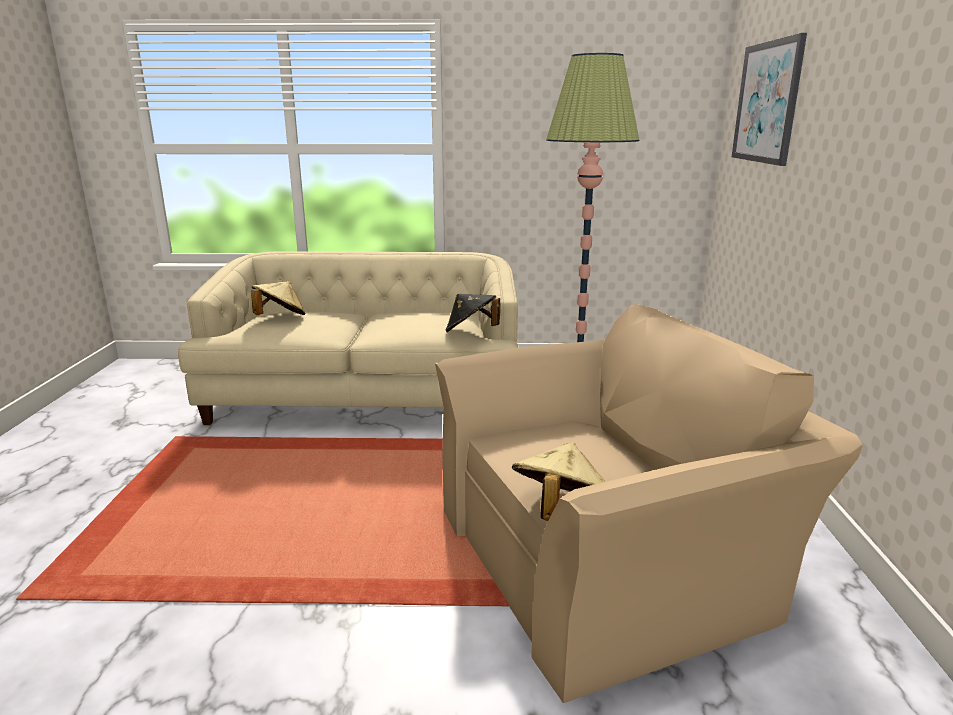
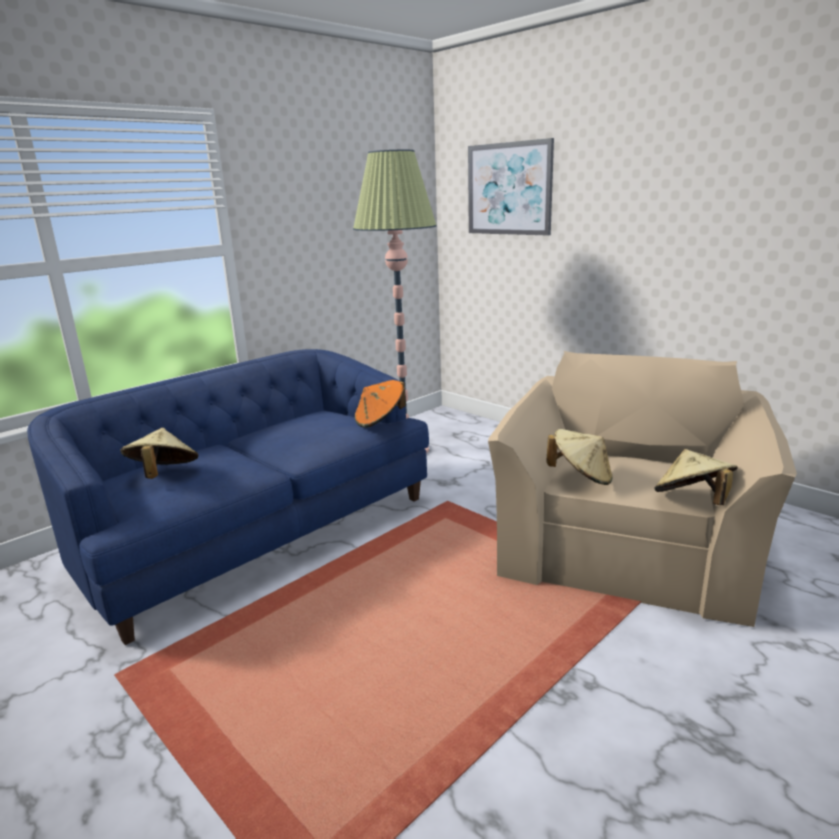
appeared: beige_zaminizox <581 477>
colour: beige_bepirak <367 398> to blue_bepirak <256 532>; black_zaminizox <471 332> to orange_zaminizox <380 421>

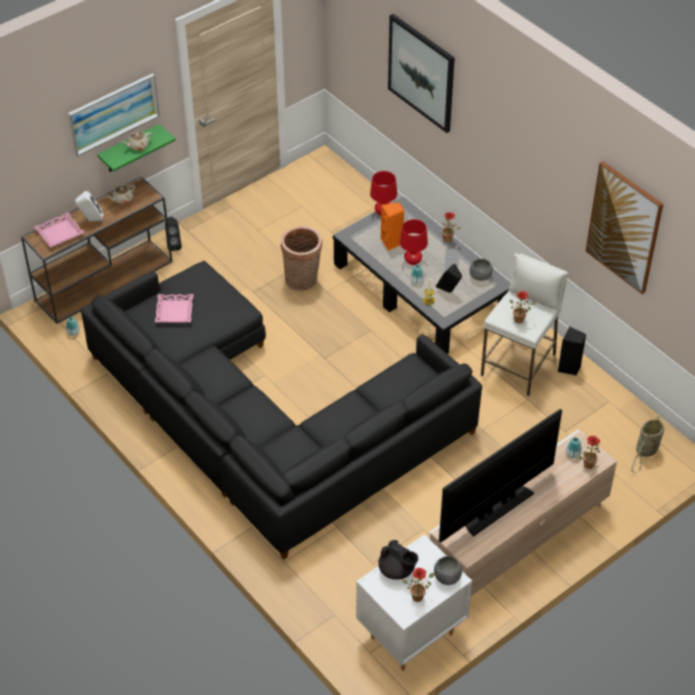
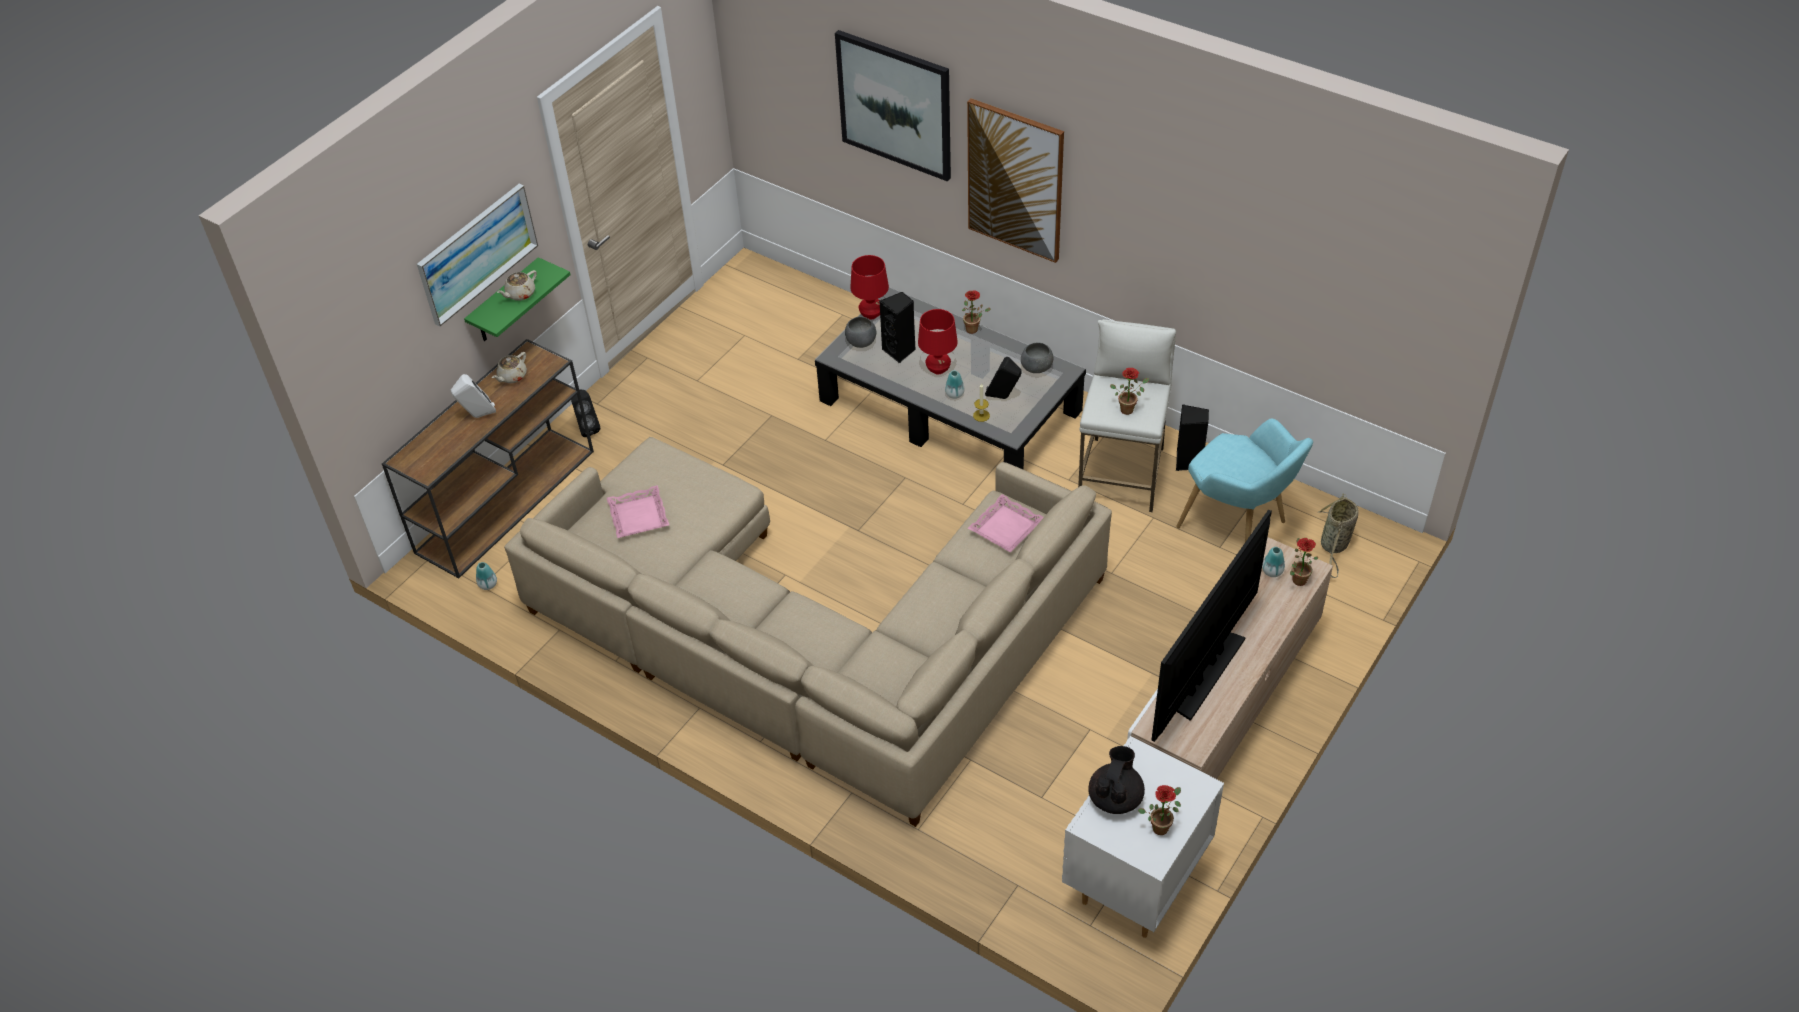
missing: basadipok <302 281>
appeared: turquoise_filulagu <1238 527>
relocated: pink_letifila <59 233> to <1005 527>; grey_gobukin <447 577> to <861 342>; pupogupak <624 227> to <1015 180>
colour: black_bepirak <263 421> to beige_bepirak <809 638>; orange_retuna <392 242> to black_retuna <900 351>
spun: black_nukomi <397 570> = <1115 797> 90 degrees counterclockwise

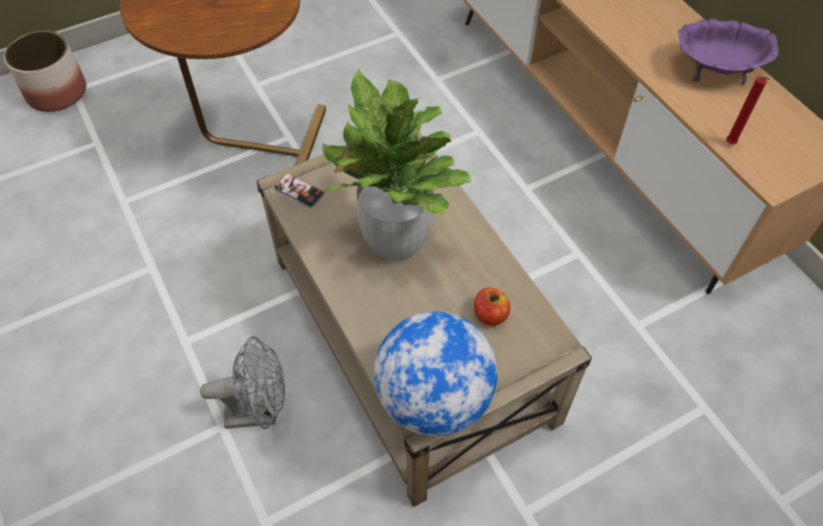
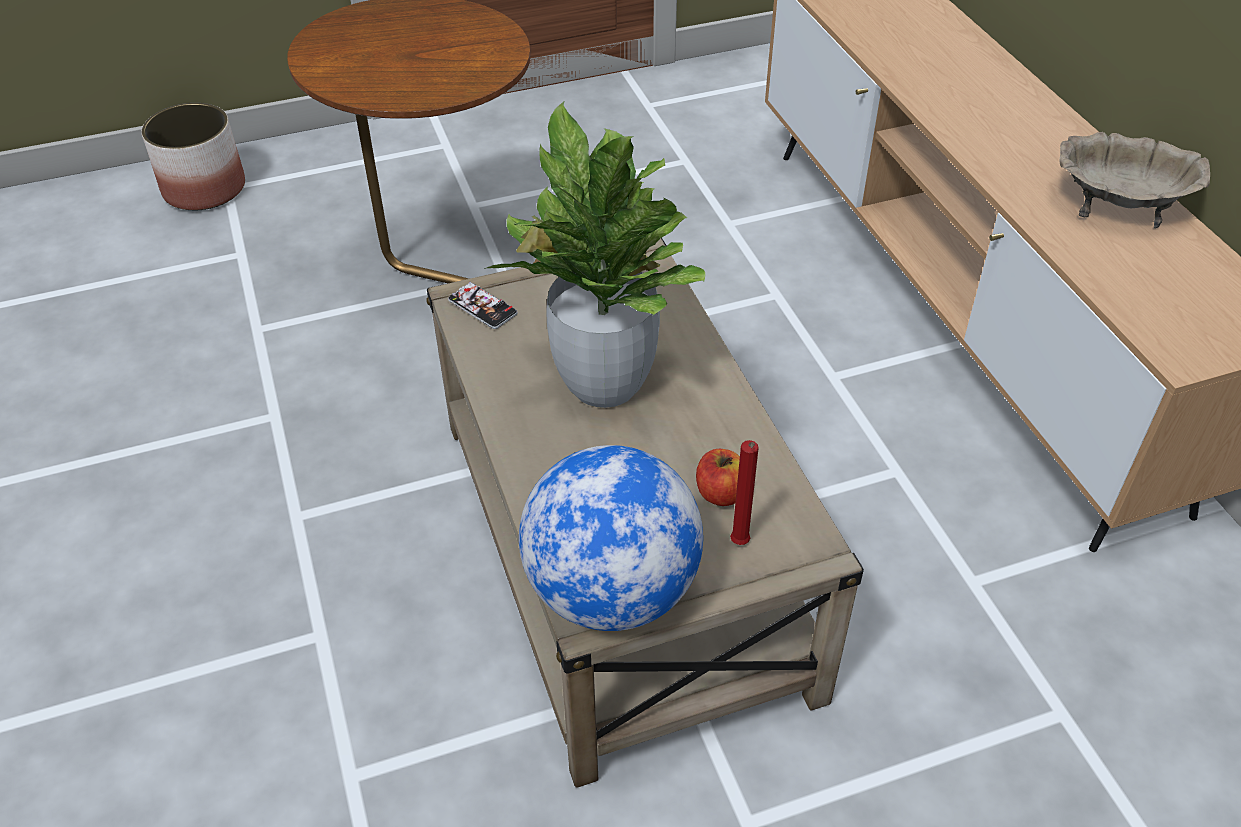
missing: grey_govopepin <260 411>
relocated: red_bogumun <730 145> to <739 545>
colour: purple_gobukin <716 69> to beige_gobukin <1119 206>

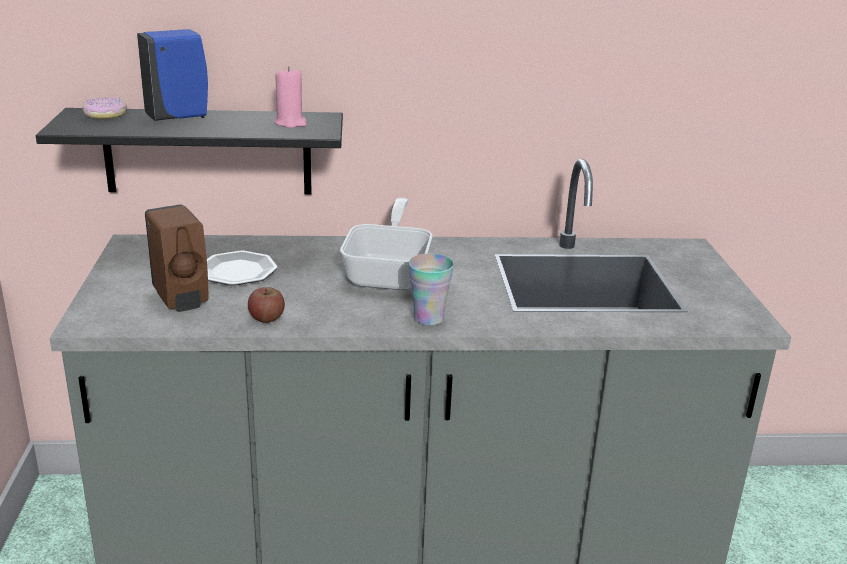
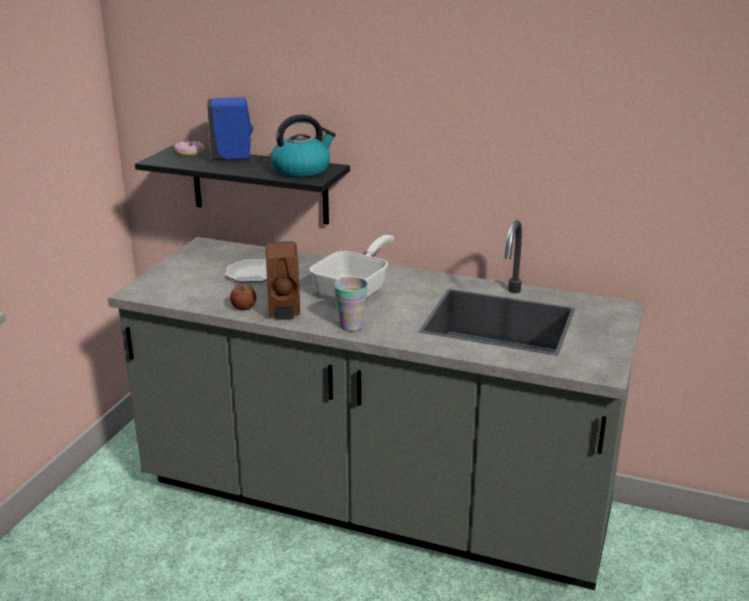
relocated: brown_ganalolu <181 300> to <284 311>
exchanged: pink_bogumun <290 123> to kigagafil <302 170>

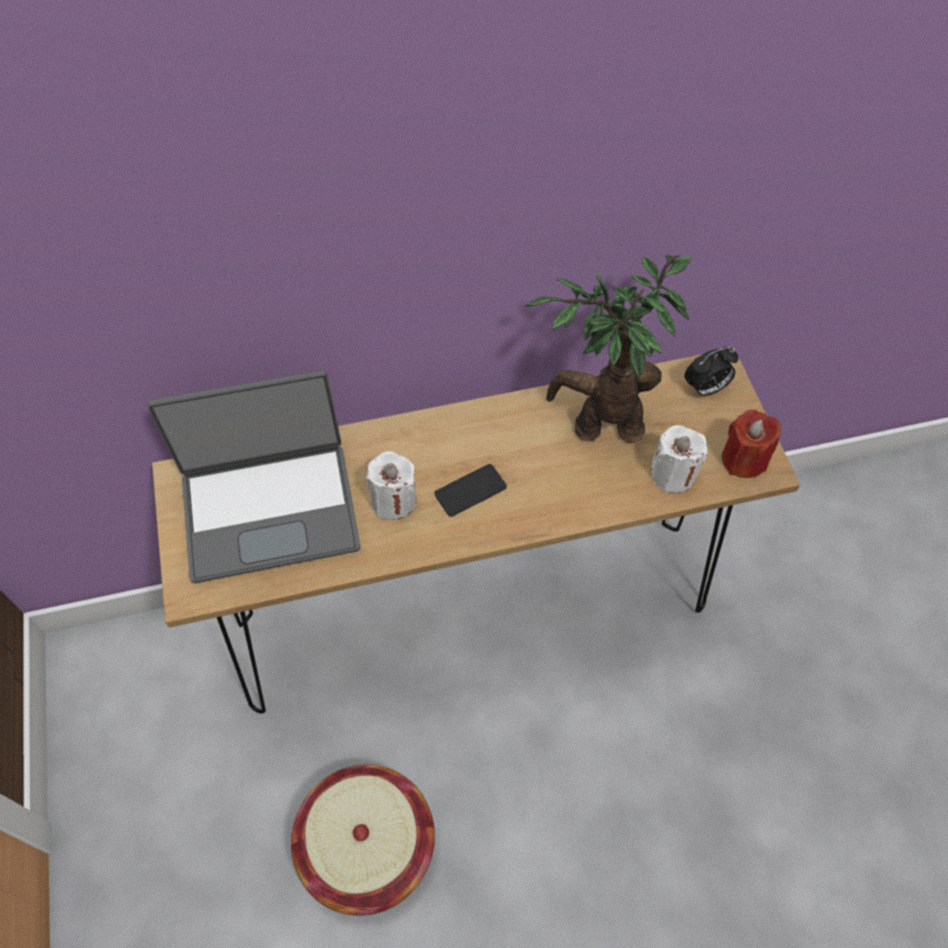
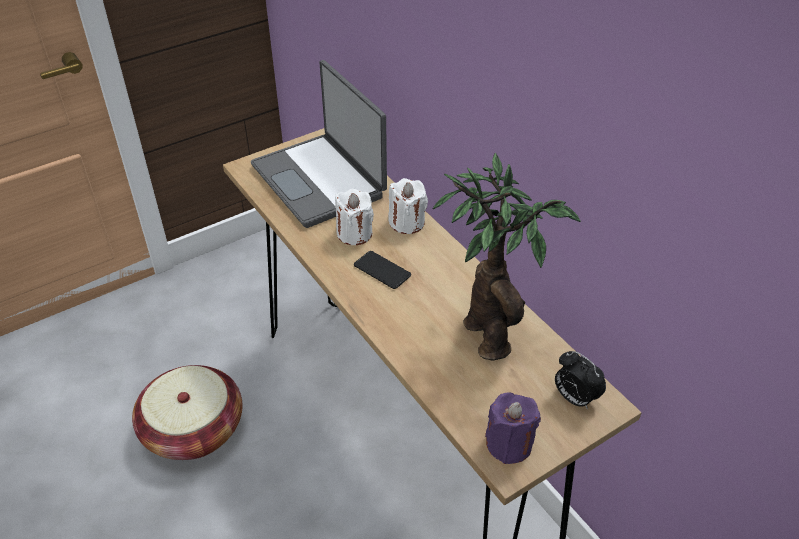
relocated: white_bogumun <673 474> to <407 222>
colour: red_bogumun <743 459> to purple_bogumun <509 444>

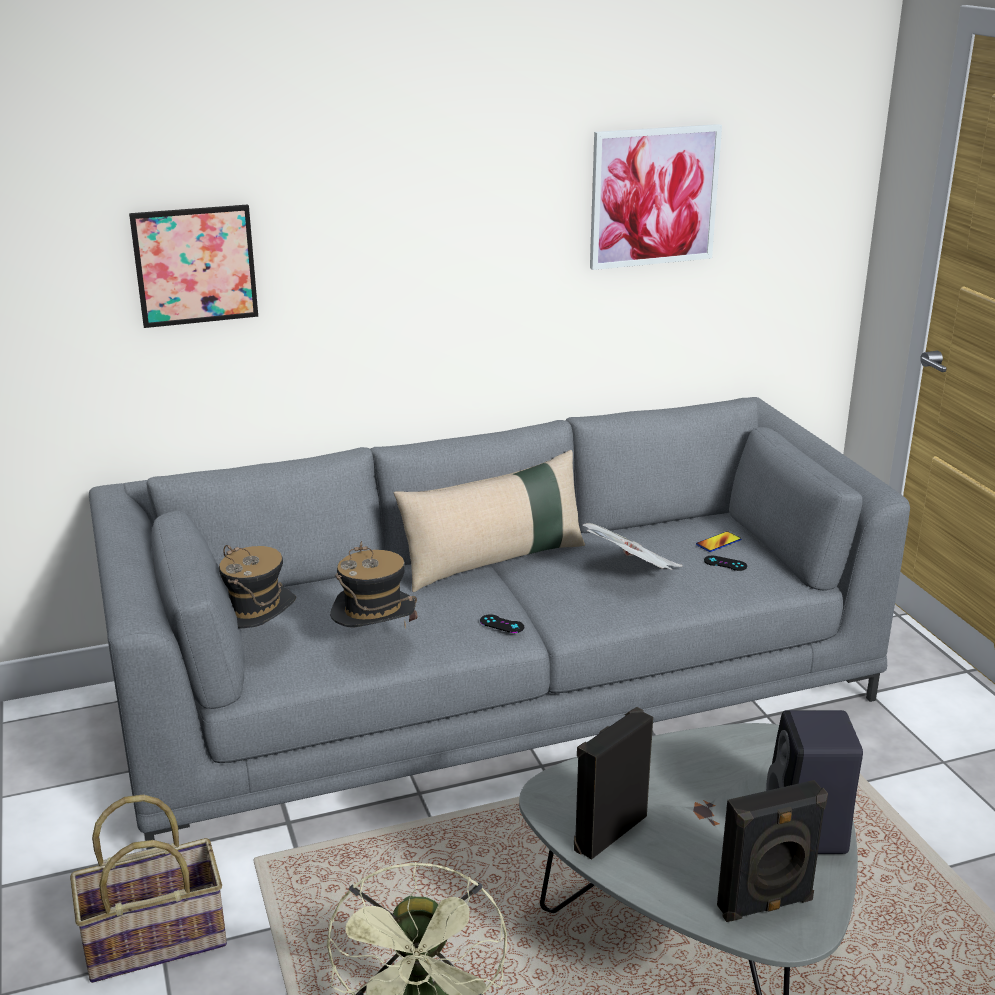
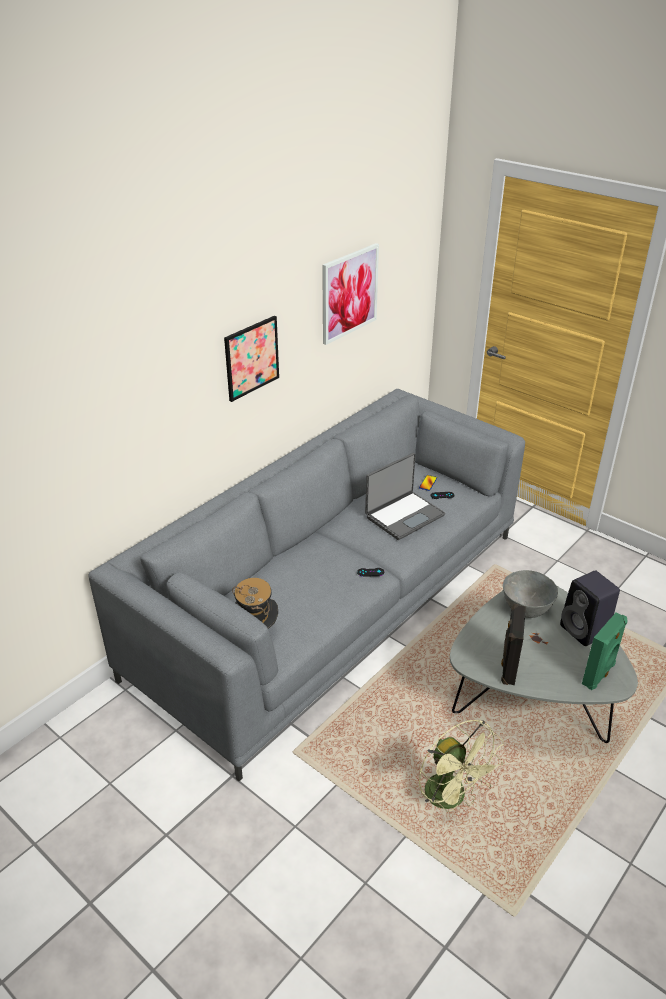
missing: basadipok <155 938>; zaminizox <375 645>; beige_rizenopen <494 561>
appeared: grey_gobukin <526 610>
relocated: pupogupak <195 265> to <251 358>
exchanged: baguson <632 571> to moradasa <404 515>
colour: black_retuna <766 905> to green_retuna <599 674>

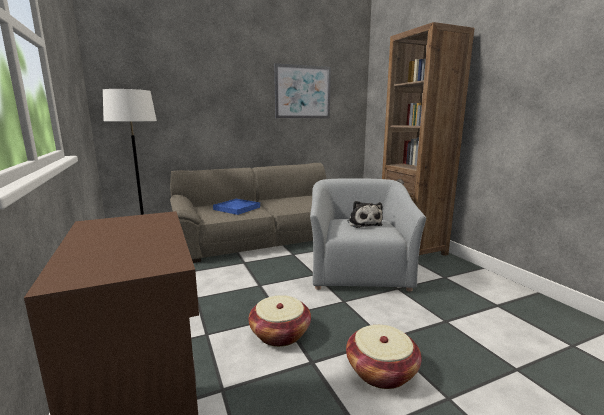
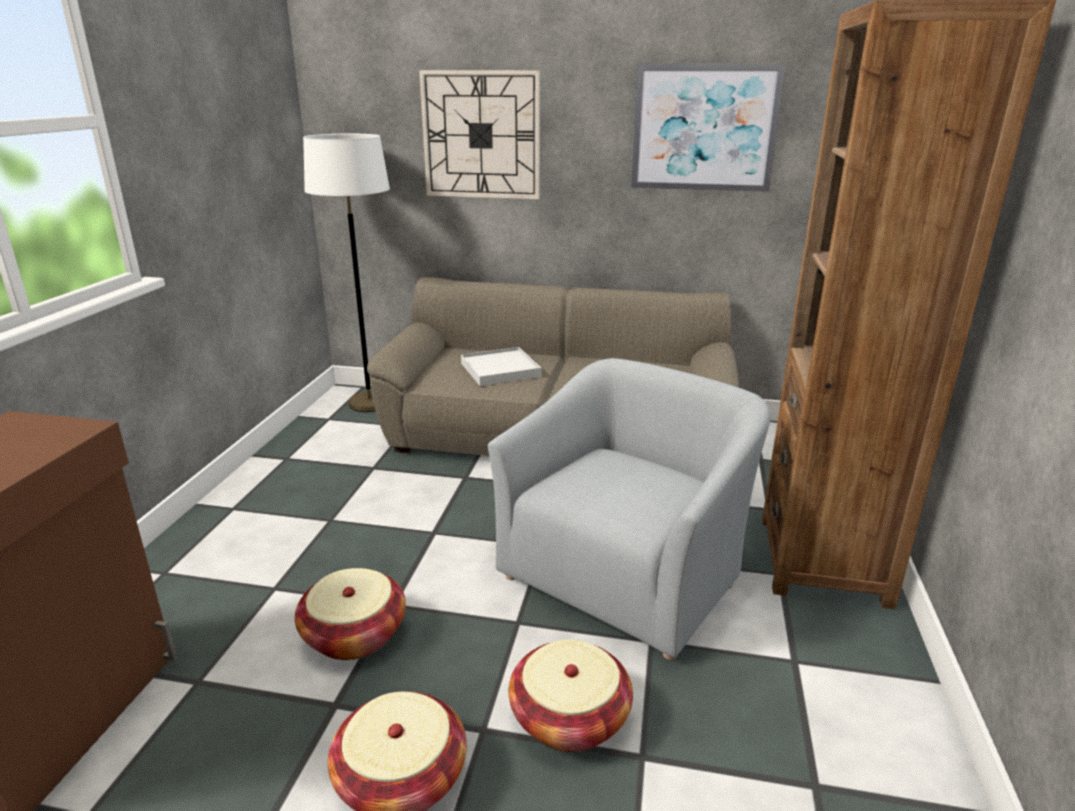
missing: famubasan <364 223>
appeared: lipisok <481 135>; basadipok <569 718>
colour: blue_letifila <237 208> to white_letifila <500 370>

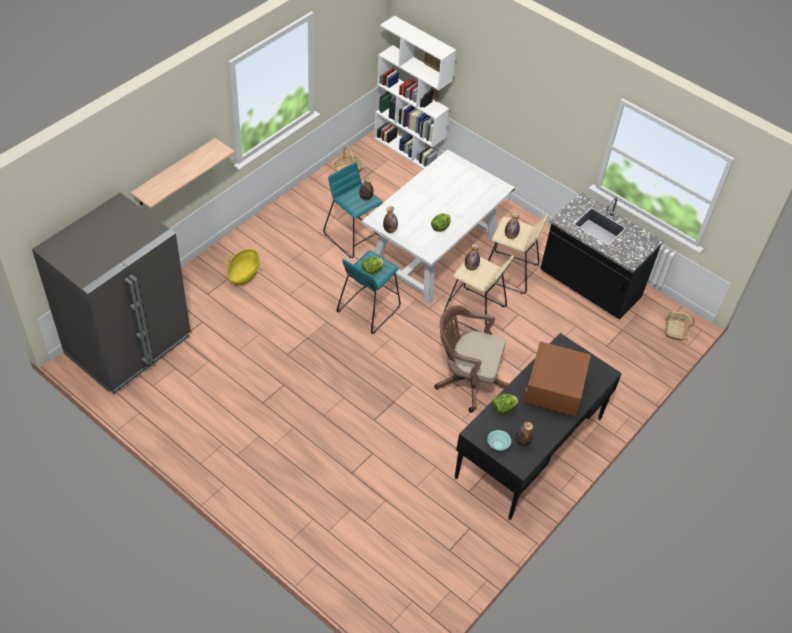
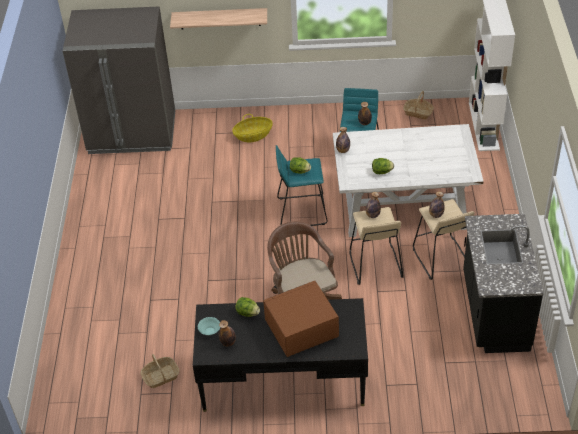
relocated: basadipok <675 329> to <161 376>

